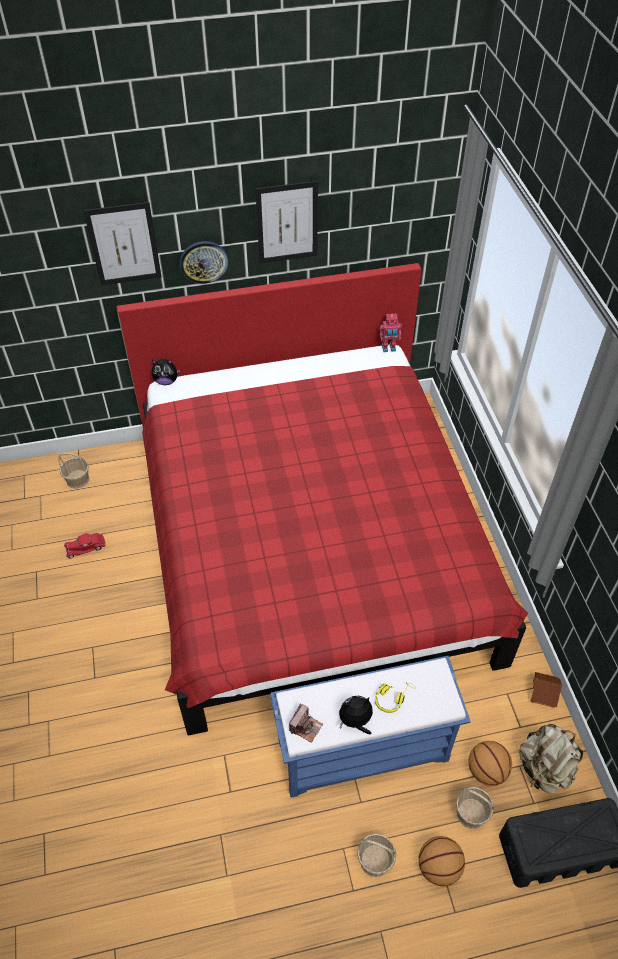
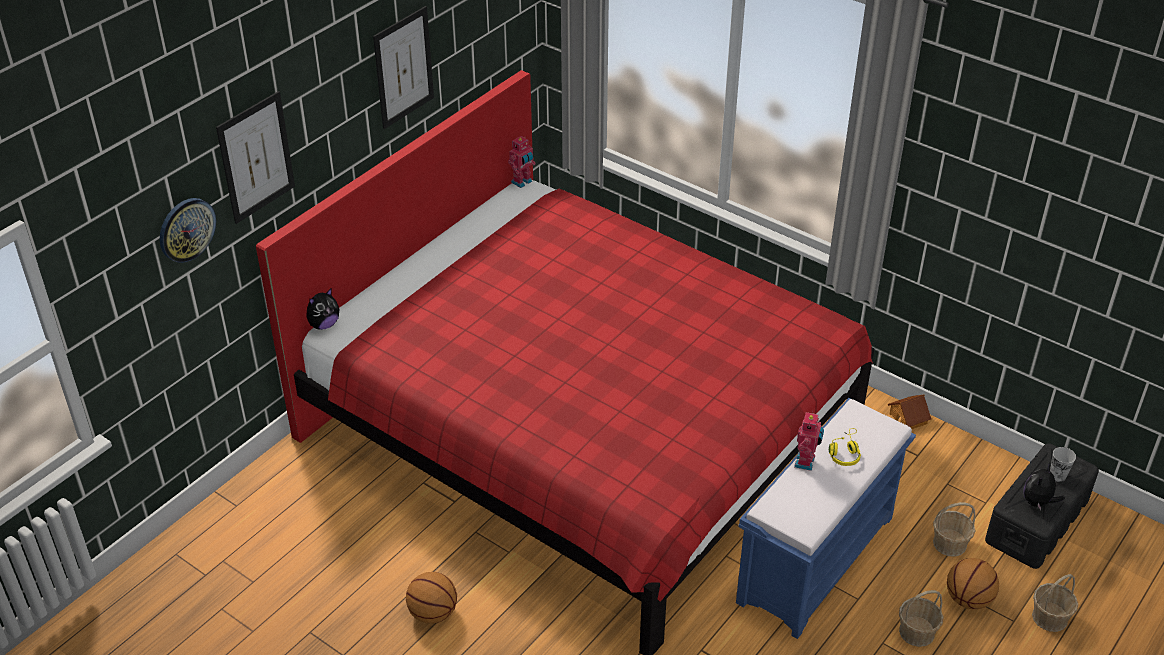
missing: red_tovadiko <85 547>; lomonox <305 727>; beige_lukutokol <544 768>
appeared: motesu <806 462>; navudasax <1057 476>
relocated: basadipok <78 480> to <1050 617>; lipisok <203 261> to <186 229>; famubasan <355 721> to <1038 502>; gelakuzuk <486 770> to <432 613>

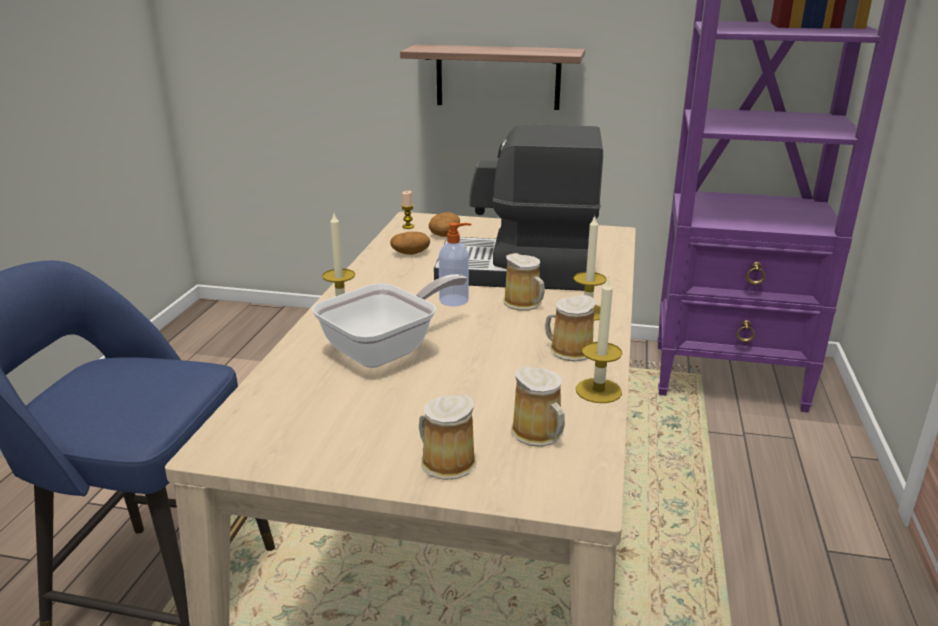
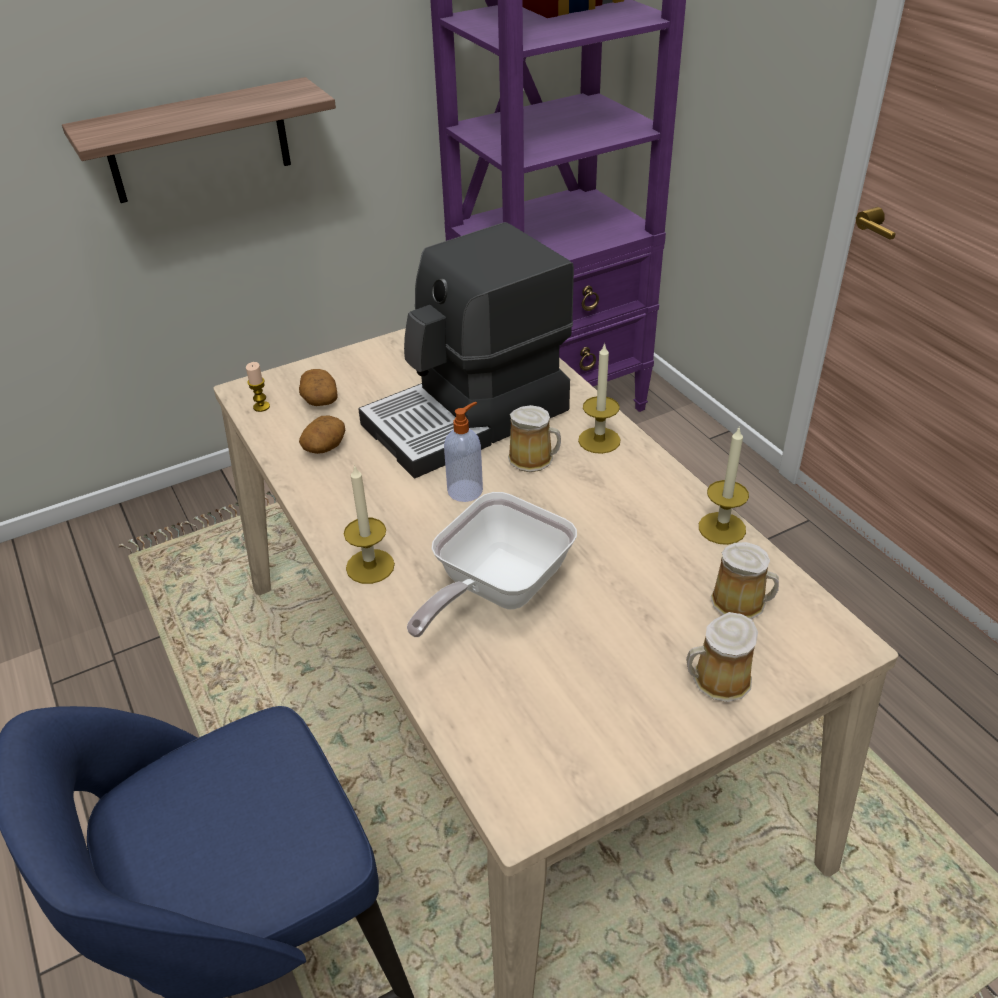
missing: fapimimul <568 350>
spun: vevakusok <388 349> = <495 590> 150 degrees counterclockwise

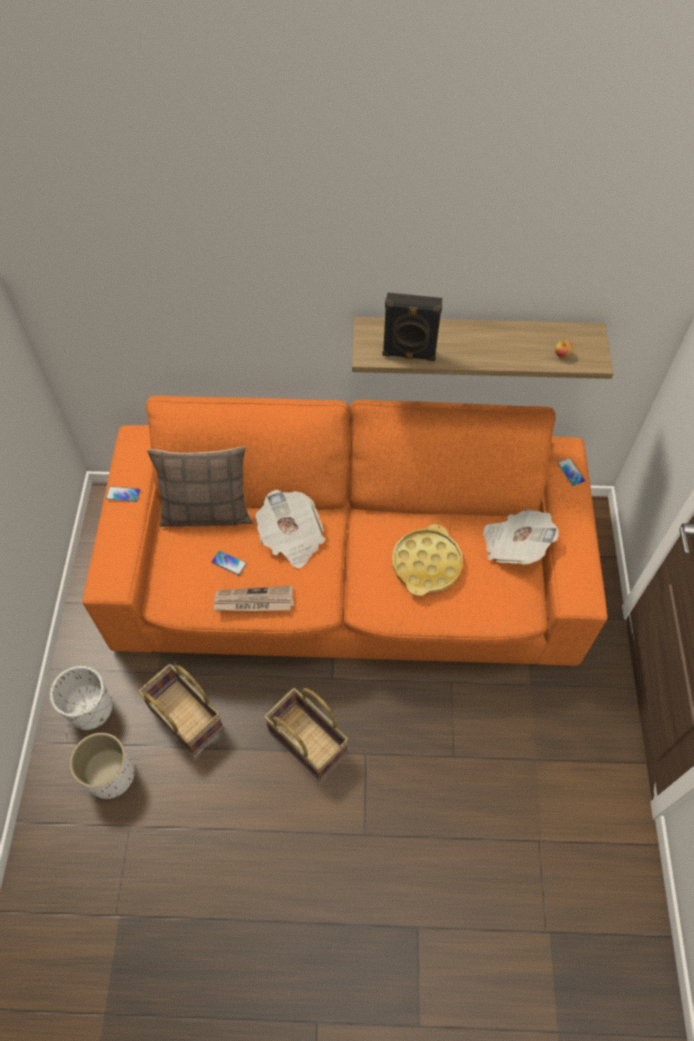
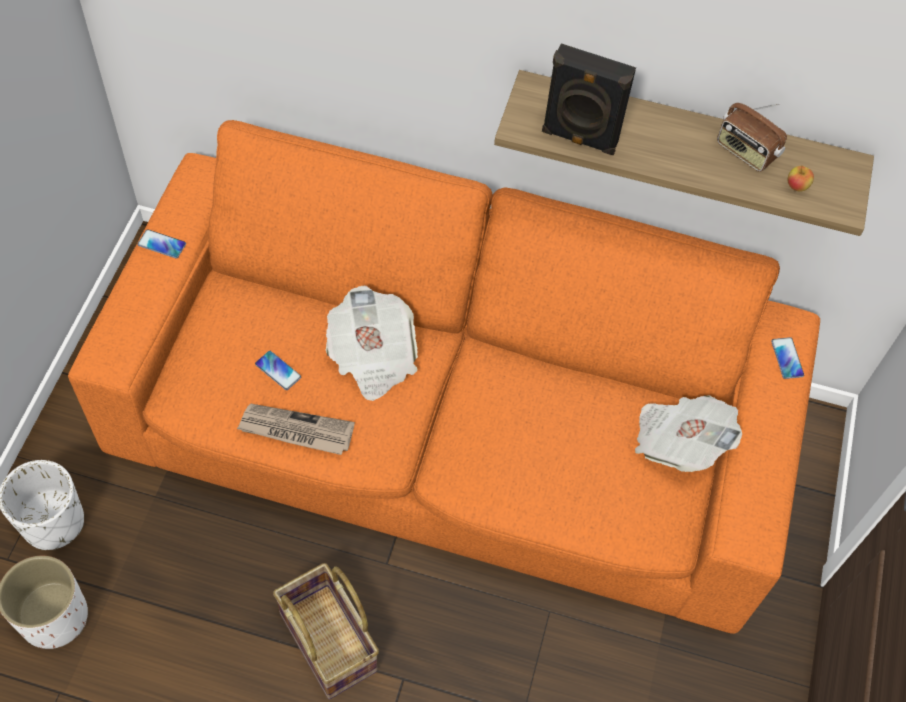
missing: basadipok <184 717>; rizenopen <207 512>; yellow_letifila <426 564>
appeared: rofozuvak <745 152>

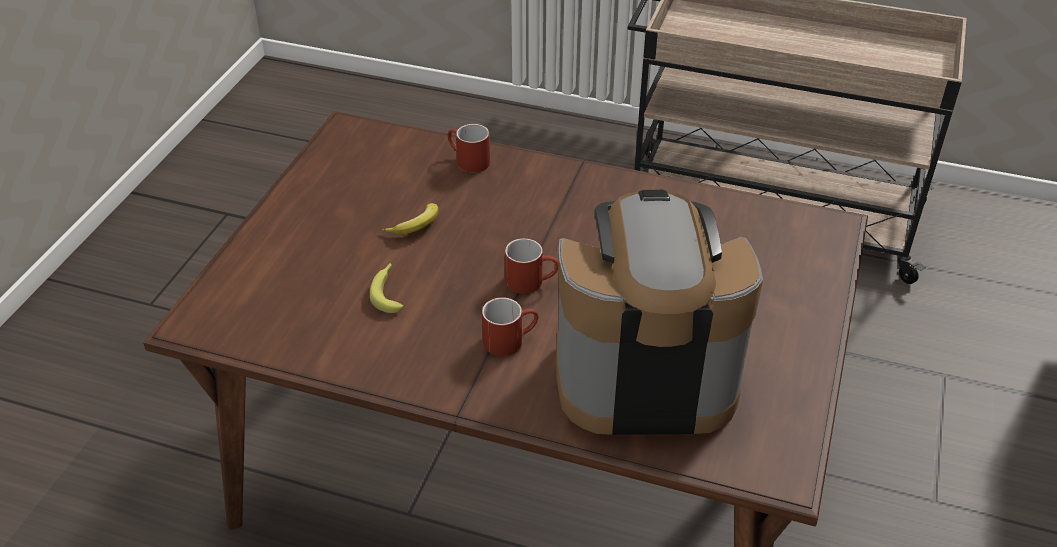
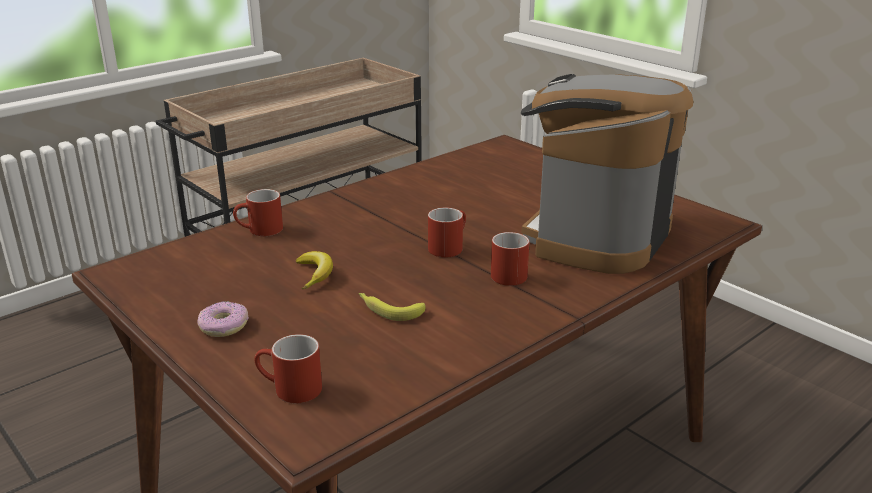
appeared: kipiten <223 326>; red_fapimimul <289 390>

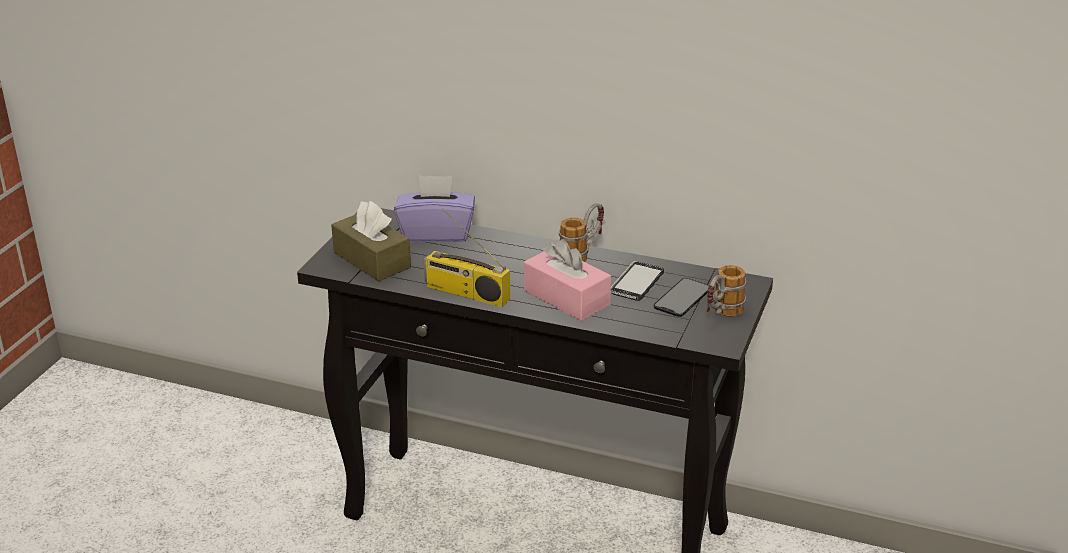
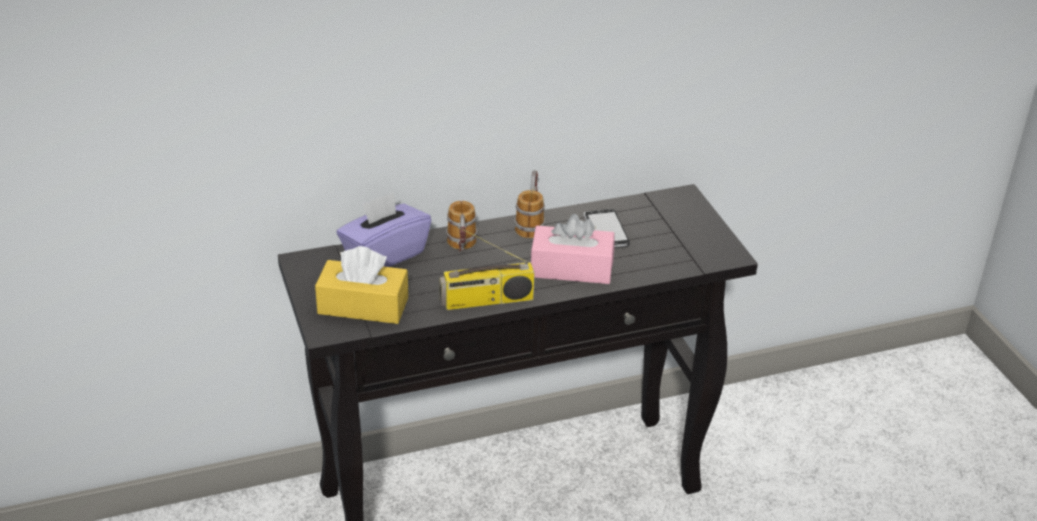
missing: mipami <682 298>
relocated: fapimimul <721 315> to <462 249>
colour: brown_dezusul <372 260> to yellow_dezusul <363 306>

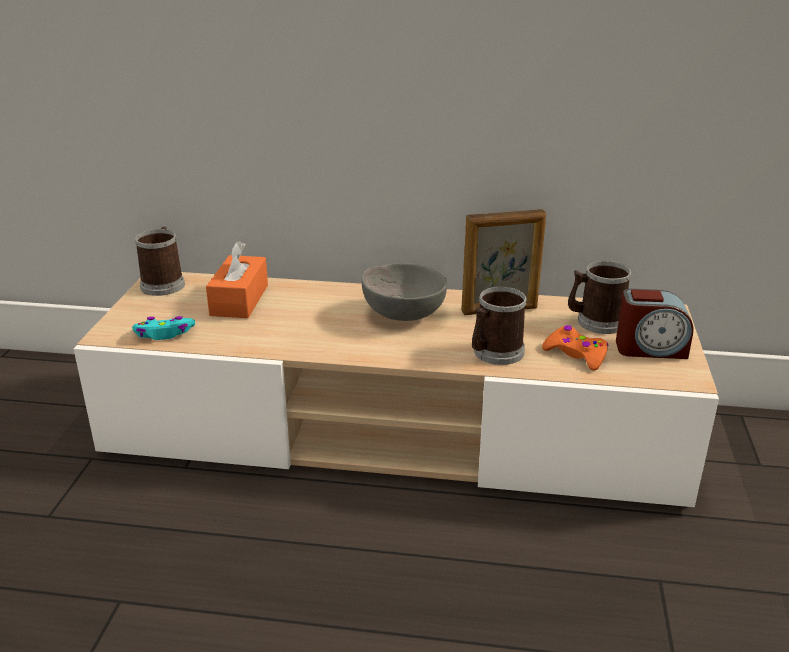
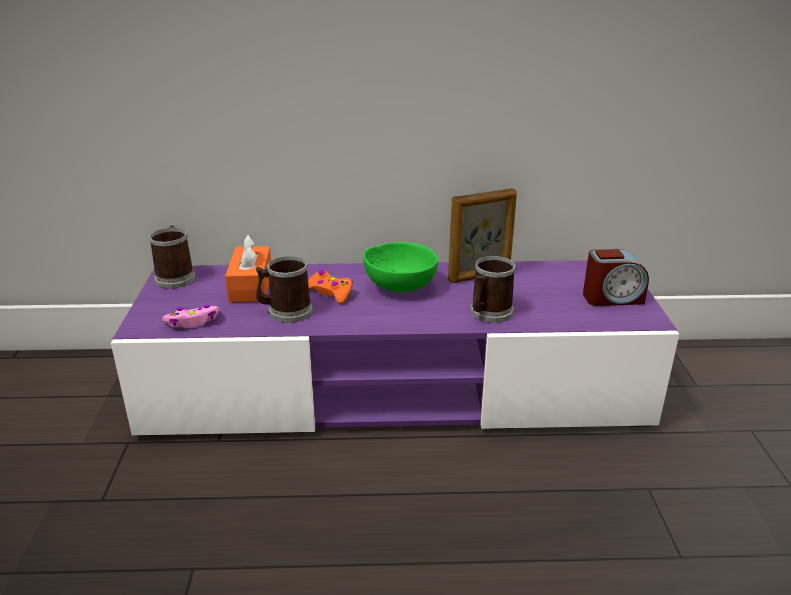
relocated: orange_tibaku <576 354> to <329 293>; fapimimul <595 322> to <285 312>
colour: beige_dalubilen <394 432> to purple_dalubilen <395 389>; turquoise_tibaku <164 334> to pink_tibaku <193 322>; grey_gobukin <402 313> to green_gobukin <399 286>

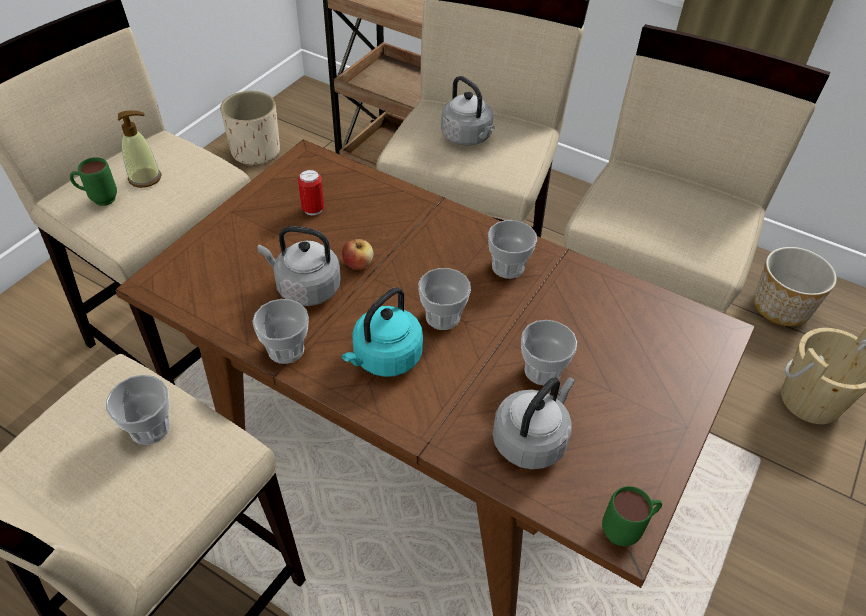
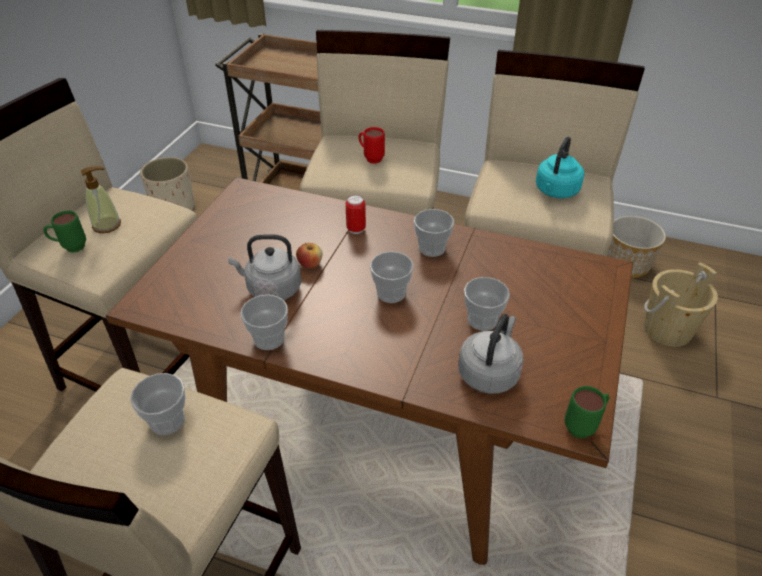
relocated: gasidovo <313 209> to <356 229>; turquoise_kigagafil <385 358> to <555 191>
exchanged: grey_kigagafil <468 137> to red_fapimimul <370 158>

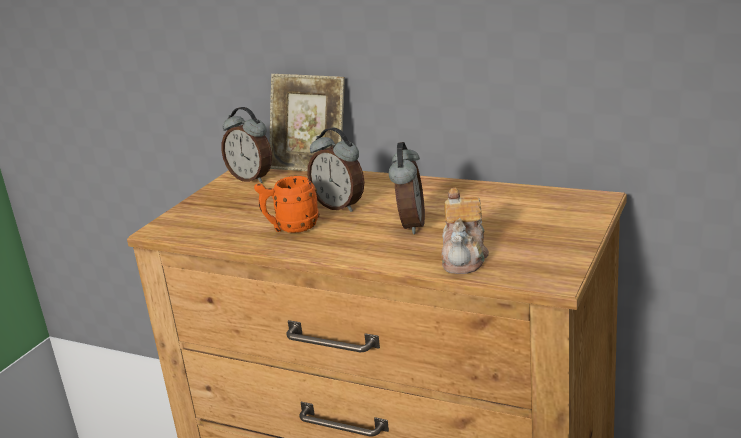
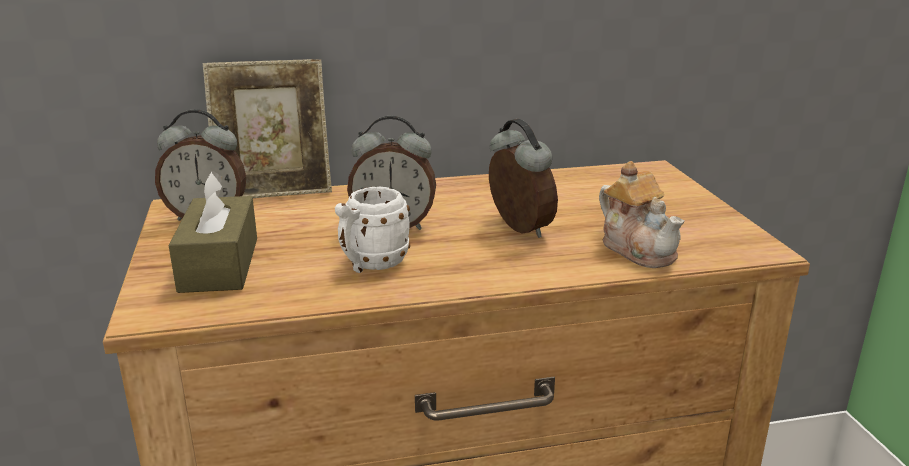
appeared: brown_dezusul <219 264>
colour: orange_fapimimul <291 228> to white_fapimimul <371 264>

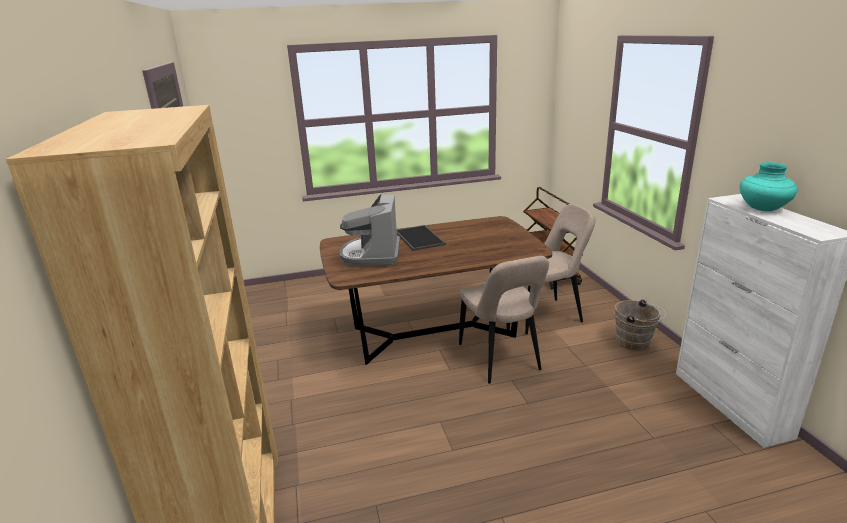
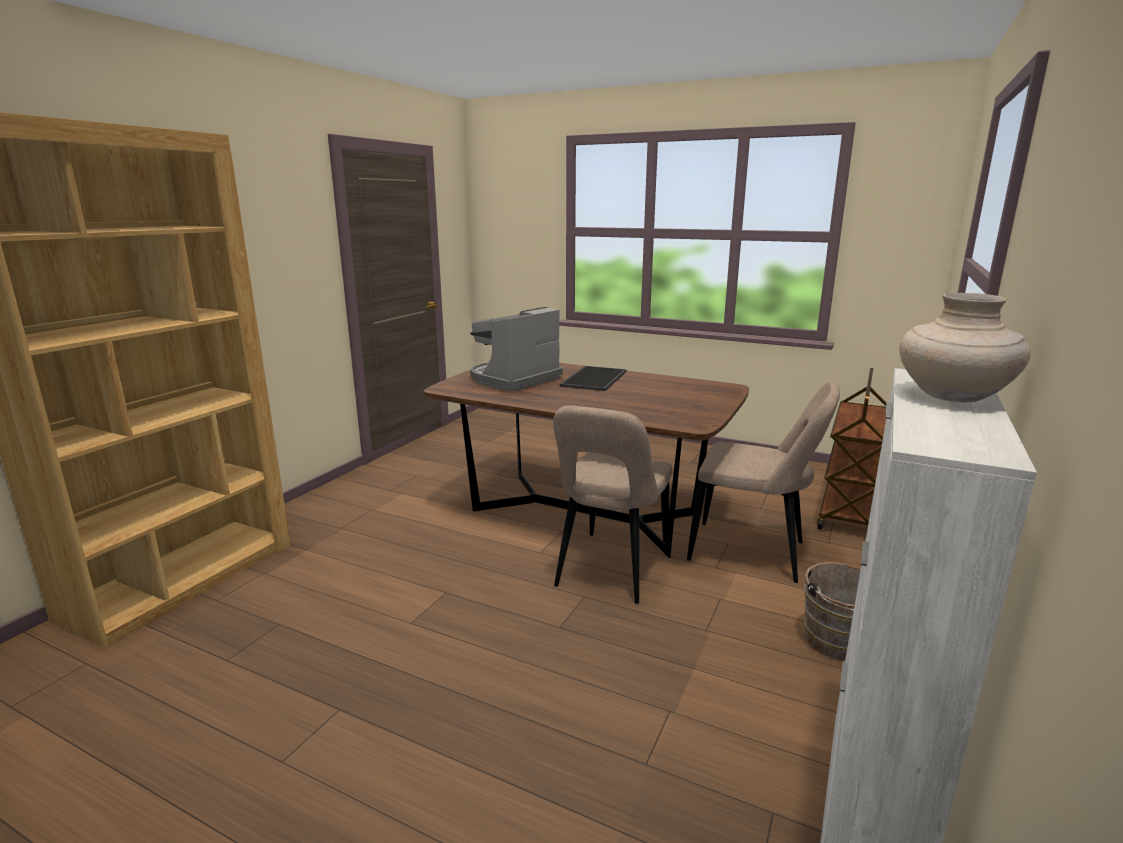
colour: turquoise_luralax <763 208> to beige_luralax <952 397>

